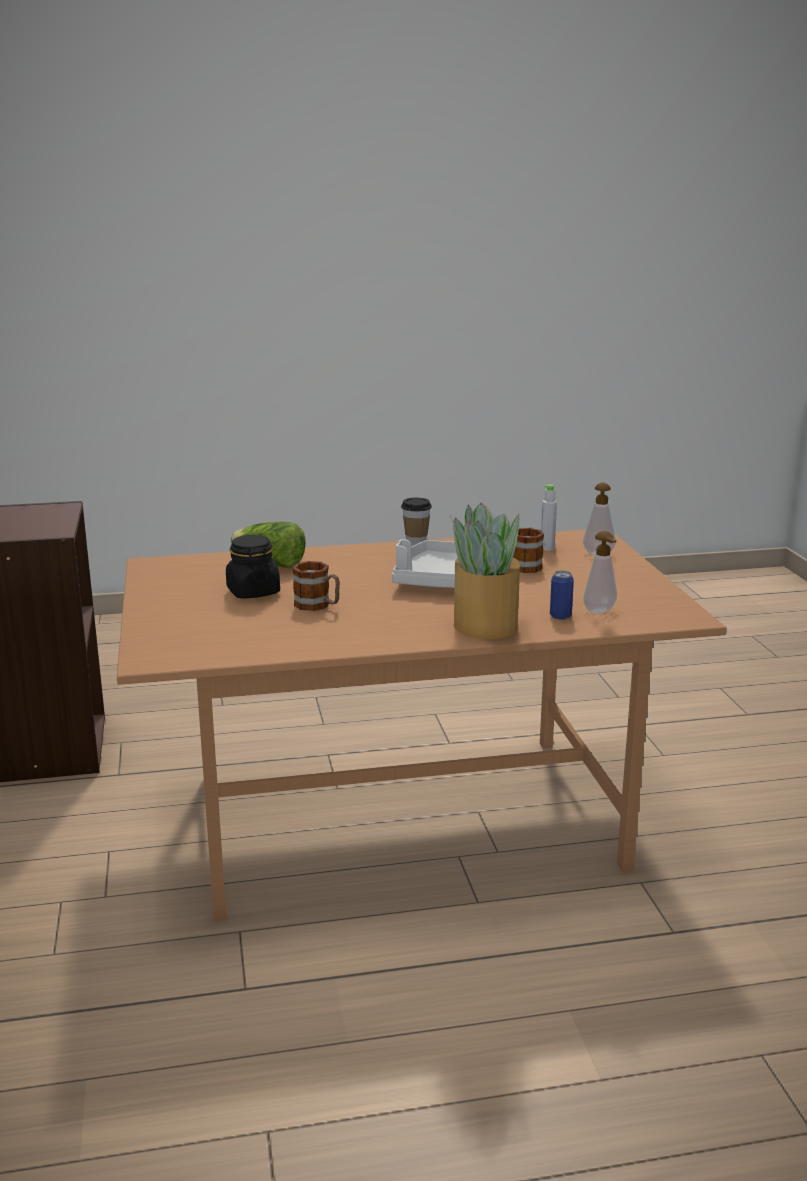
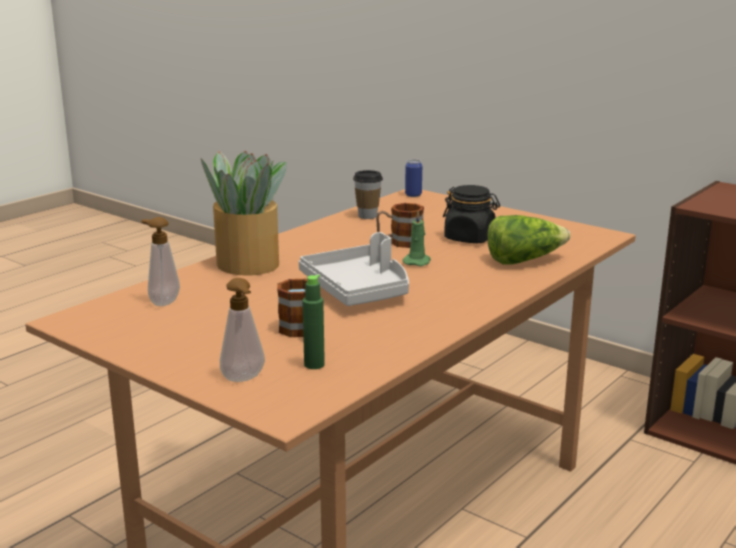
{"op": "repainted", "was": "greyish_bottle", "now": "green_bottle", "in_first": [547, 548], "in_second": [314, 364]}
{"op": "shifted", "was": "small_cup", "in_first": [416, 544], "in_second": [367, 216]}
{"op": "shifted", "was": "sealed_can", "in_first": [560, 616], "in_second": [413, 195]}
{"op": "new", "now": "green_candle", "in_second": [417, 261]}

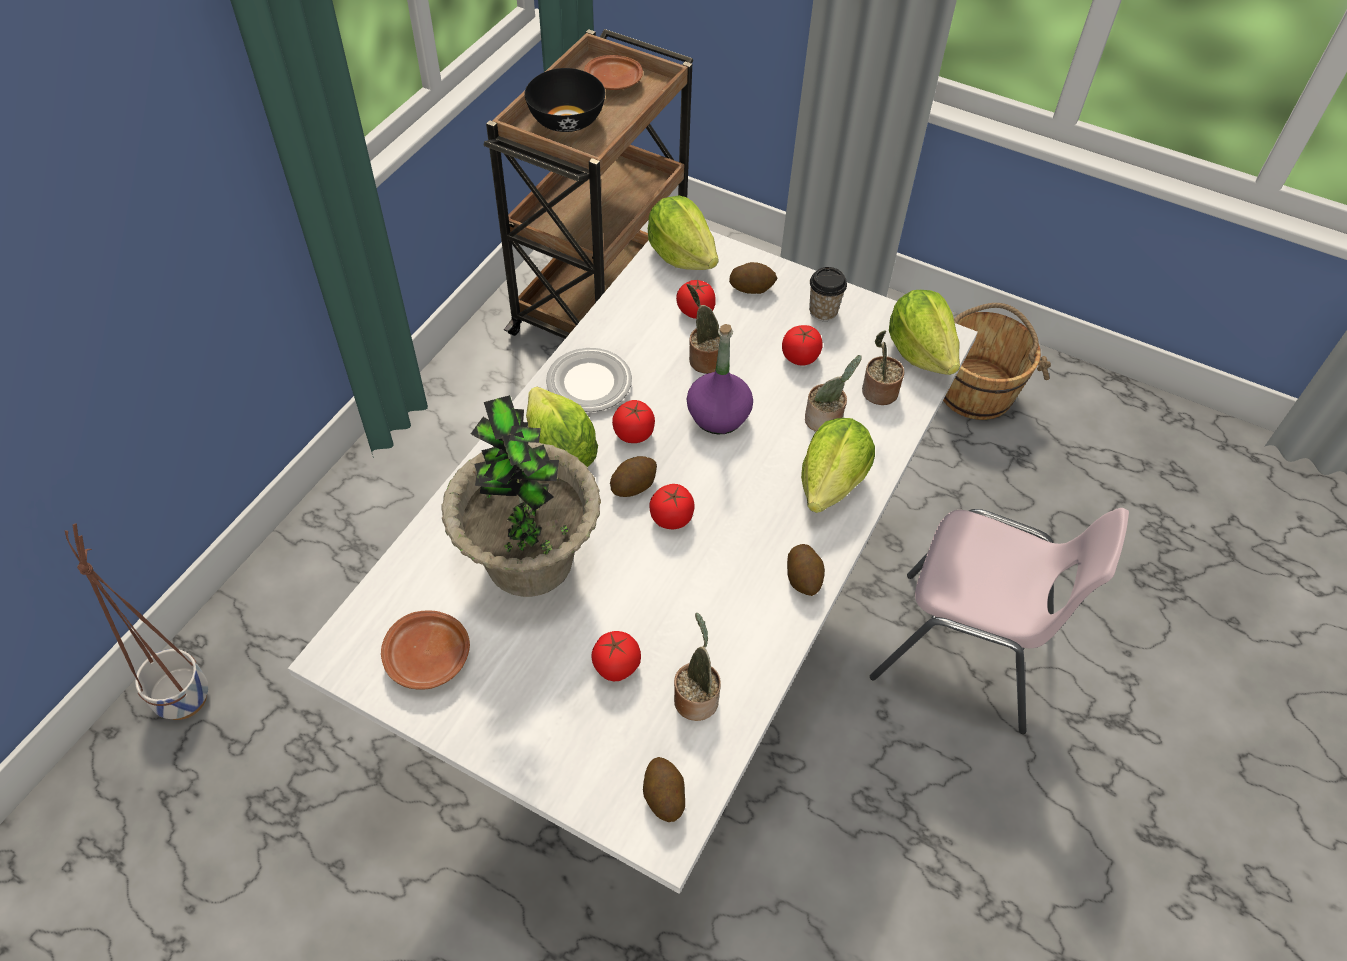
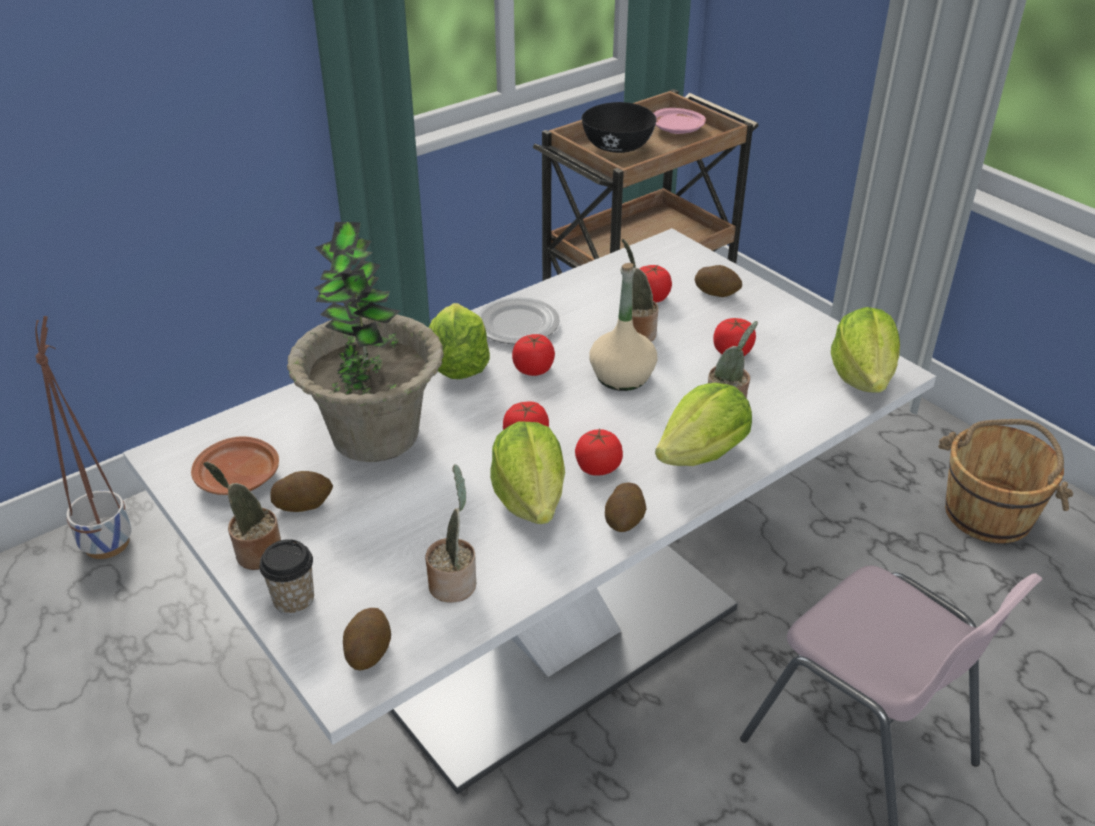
{"op": "repainted", "was": "brown-coloured_dinner_plate", "now": "pink-coloured_dinner_plate", "in_first": [614, 82], "in_second": [677, 130]}
{"op": "shifted", "was": "lettuce_head", "in_first": [681, 255], "in_second": [530, 498]}
{"op": "shifted", "was": "small_cup", "in_first": [823, 311], "in_second": [294, 600]}
{"op": "repainted", "was": "purple_bottle", "now": "beige_bottle", "in_first": [718, 416], "in_second": [621, 376]}
{"op": "shifted", "was": "houseplant", "in_first": [878, 393], "in_second": [255, 554]}
{"op": "shifted", "was": "potato", "in_first": [633, 485], "in_second": [303, 504]}
{"op": "shifted", "was": "tomato", "in_first": [616, 665], "in_second": [598, 468]}

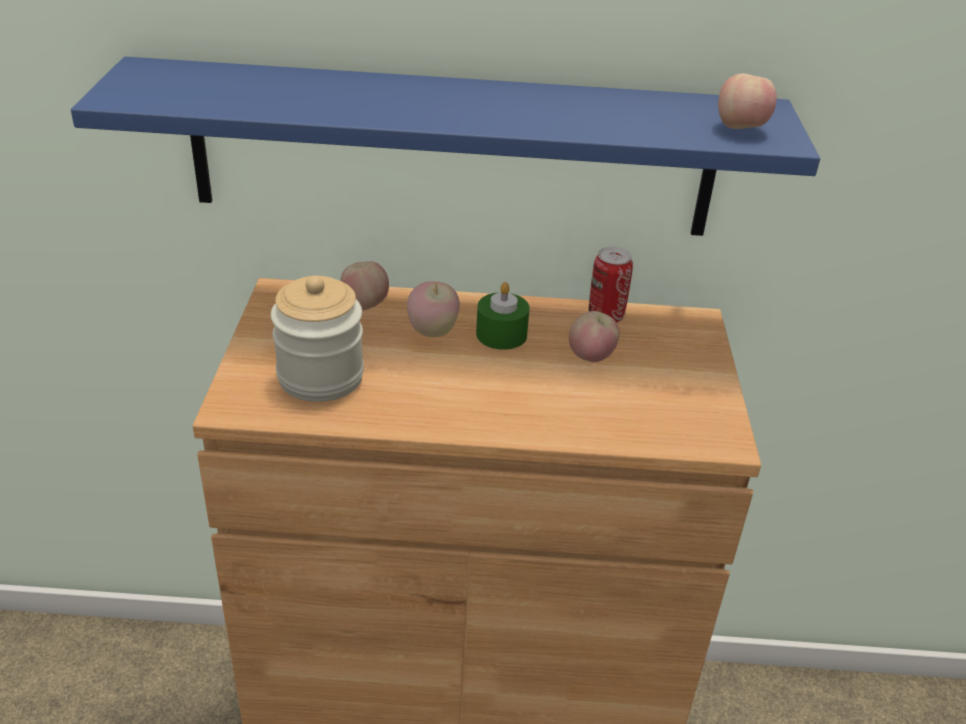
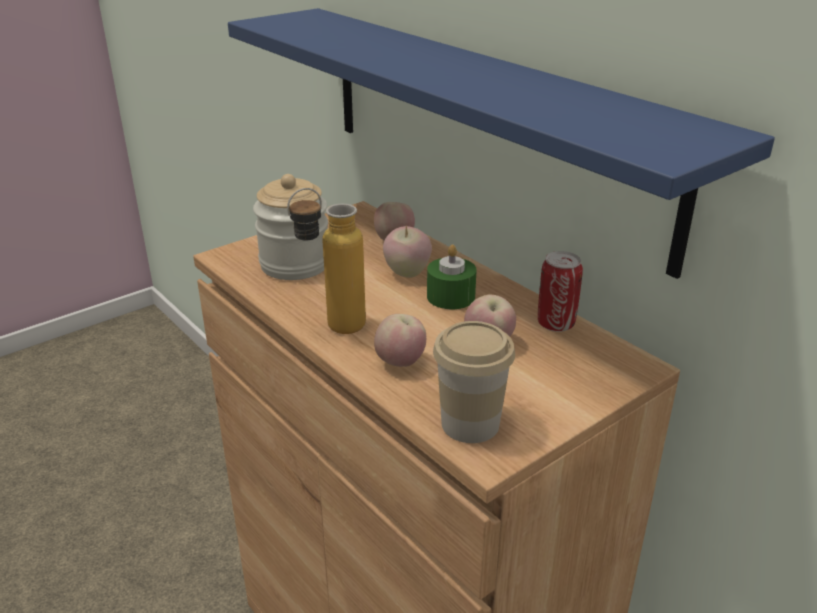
{"op": "shifted", "was": "whole_apple", "in_first": [740, 129], "in_second": [400, 363]}
{"op": "new", "now": "bottle", "in_second": [331, 329]}
{"op": "new", "now": "small_cup", "in_second": [470, 424]}

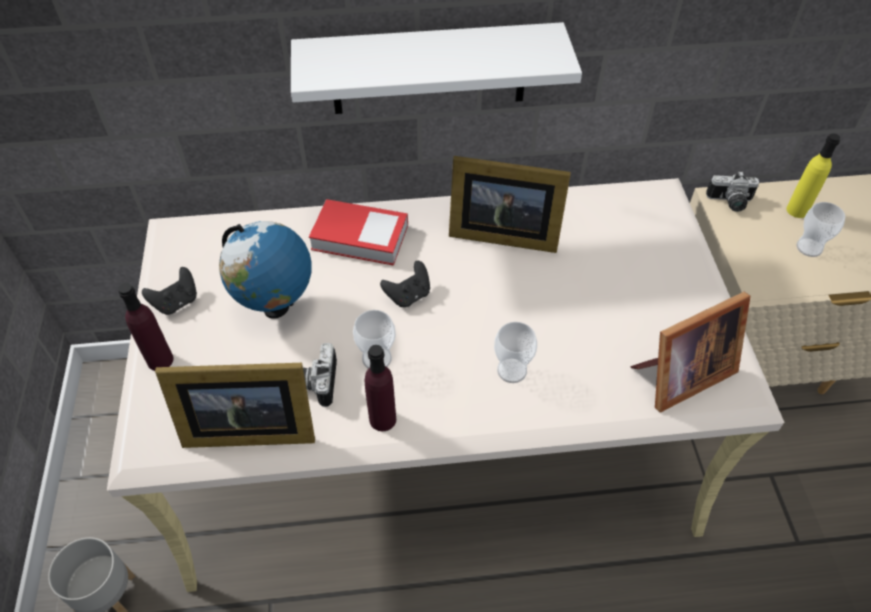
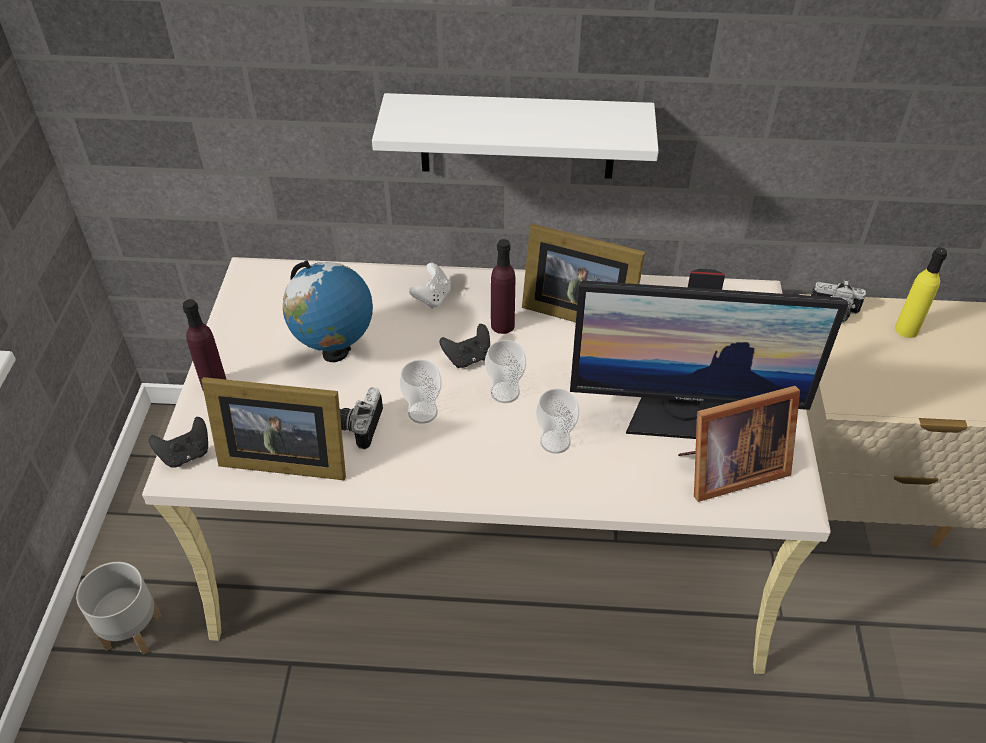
{"op": "swapped", "was": "volume", "now": "whitish_game_controller", "in_first": [360, 237], "in_second": [432, 298]}
{"op": "shifted", "was": "small_cup", "in_first": [809, 247], "in_second": [505, 392]}
{"op": "shifted", "was": "black-coloured_game_controller", "in_first": [176, 302], "in_second": [186, 454]}
{"op": "shifted", "was": "purple_bottle", "in_first": [382, 419], "in_second": [502, 325]}
{"op": "new", "now": "monitor", "in_second": [683, 415]}

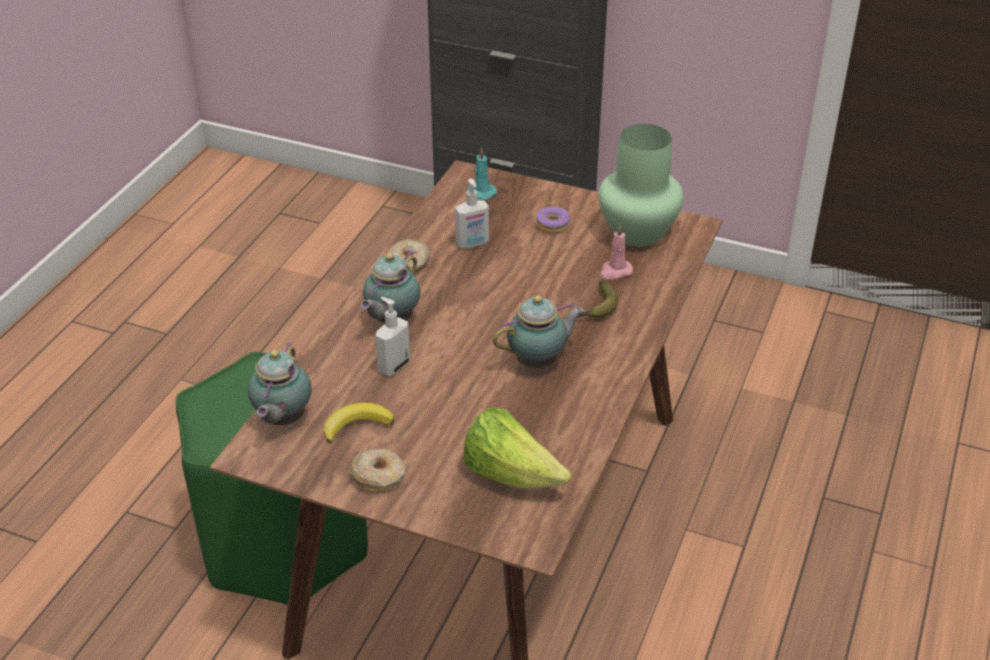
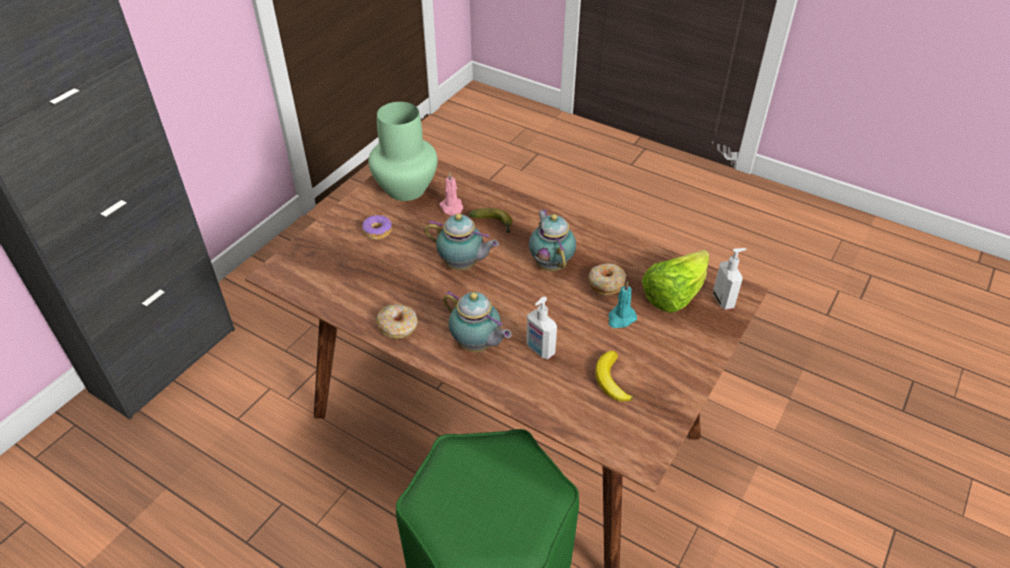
{"op": "shifted", "was": "turquoise_candle", "in_first": [480, 192], "in_second": [621, 318]}
{"op": "shifted", "was": "soap_dispenser", "in_first": [472, 244], "in_second": [724, 300]}
{"op": "shifted", "was": "pot_for_tea", "in_first": [282, 420], "in_second": [463, 266]}
{"op": "shifted", "was": "donut", "in_first": [379, 477], "in_second": [606, 283]}

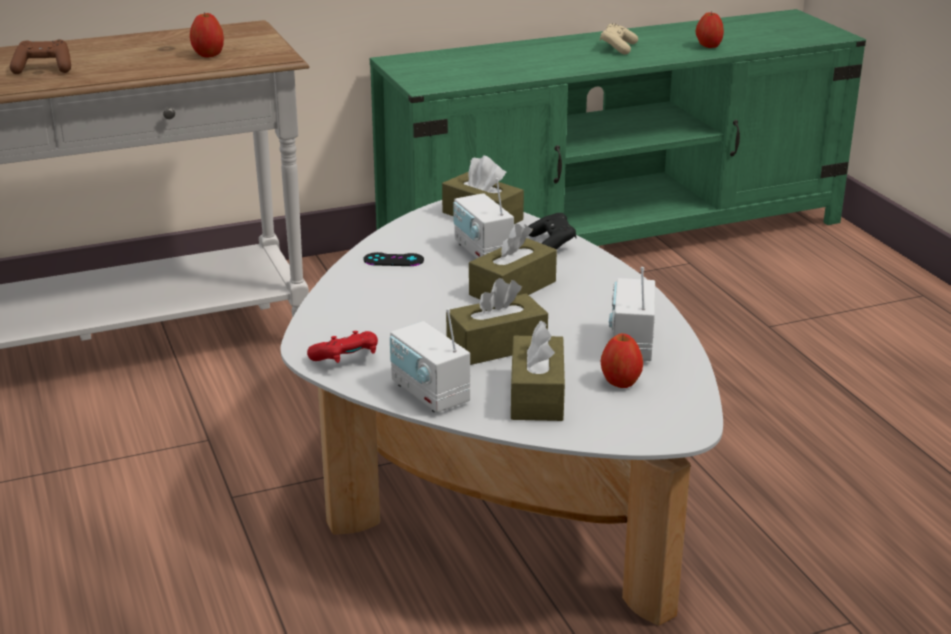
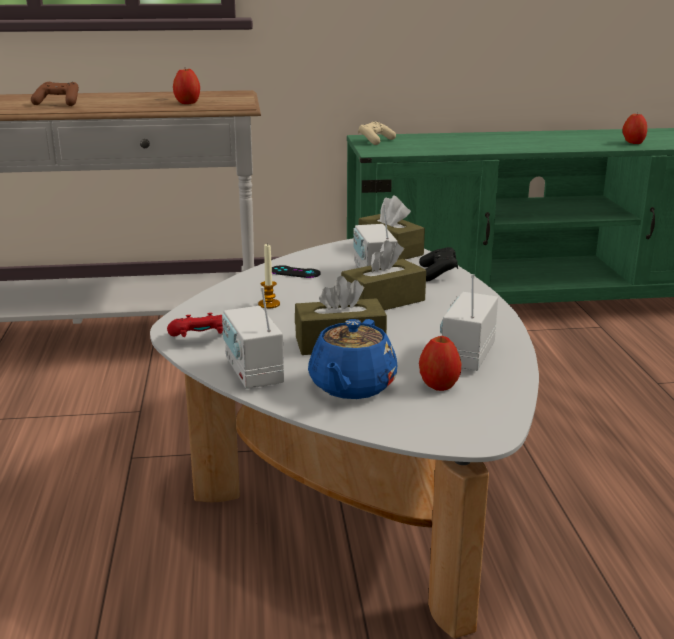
{"op": "shifted", "was": "beige_game_controller", "in_first": [618, 48], "in_second": [375, 141]}
{"op": "swapped", "was": "brown-coloured_tissue_box", "now": "blue_pot_for_tea", "in_first": [537, 395], "in_second": [351, 386]}
{"op": "new", "now": "candle", "in_second": [269, 304]}

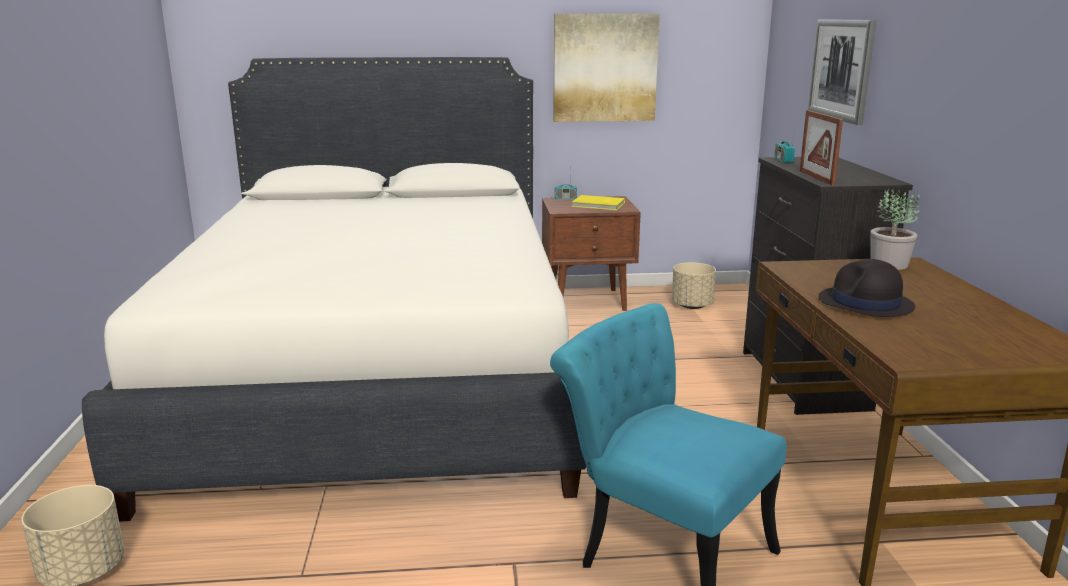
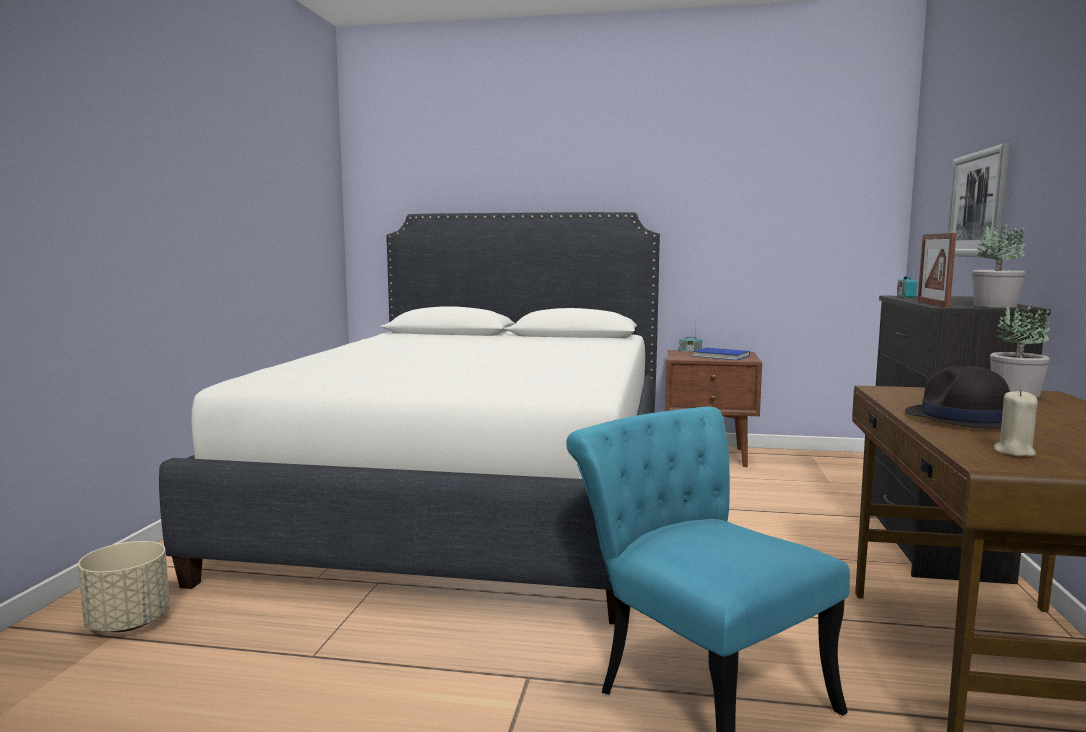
{"op": "gone", "was": "picture", "in_first": [604, 68]}
{"op": "repainted", "was": "yellowish_volume", "now": "blue_volume", "in_first": [598, 205], "in_second": [721, 356]}
{"op": "gone", "was": "beige_planter", "in_first": [691, 306]}
{"op": "new", "now": "houseplant", "in_second": [994, 306]}
{"op": "new", "now": "beige_candle", "in_second": [1014, 452]}

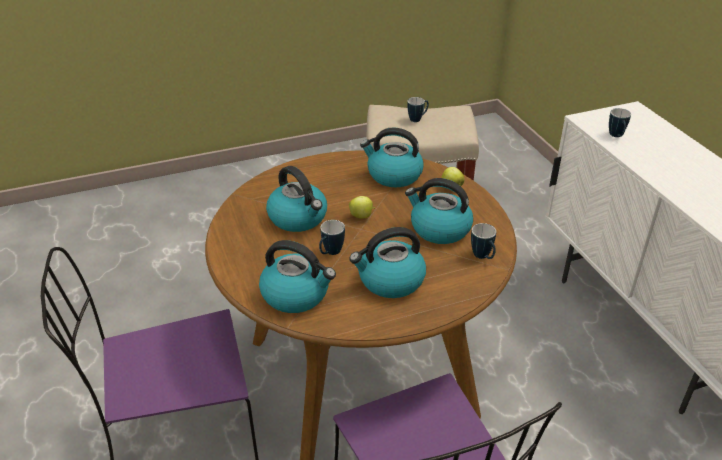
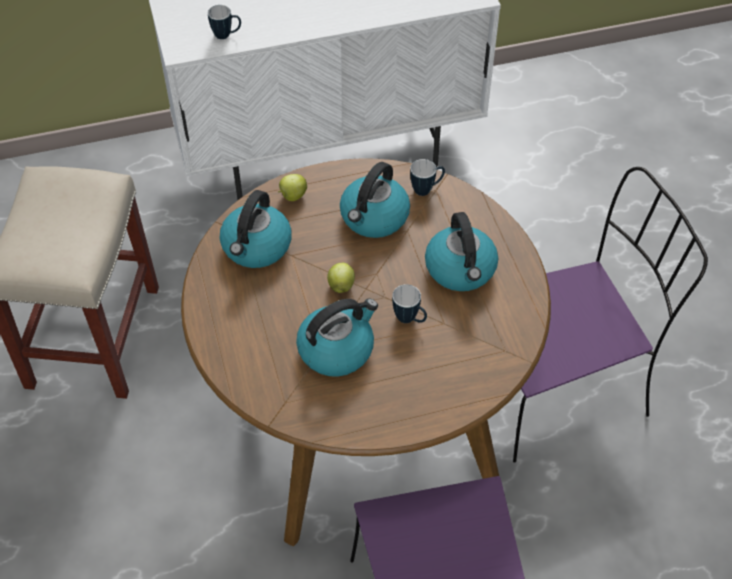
{"op": "gone", "was": "coffee_mug", "in_first": [418, 119]}
{"op": "gone", "was": "water_kettle", "in_first": [296, 294]}

